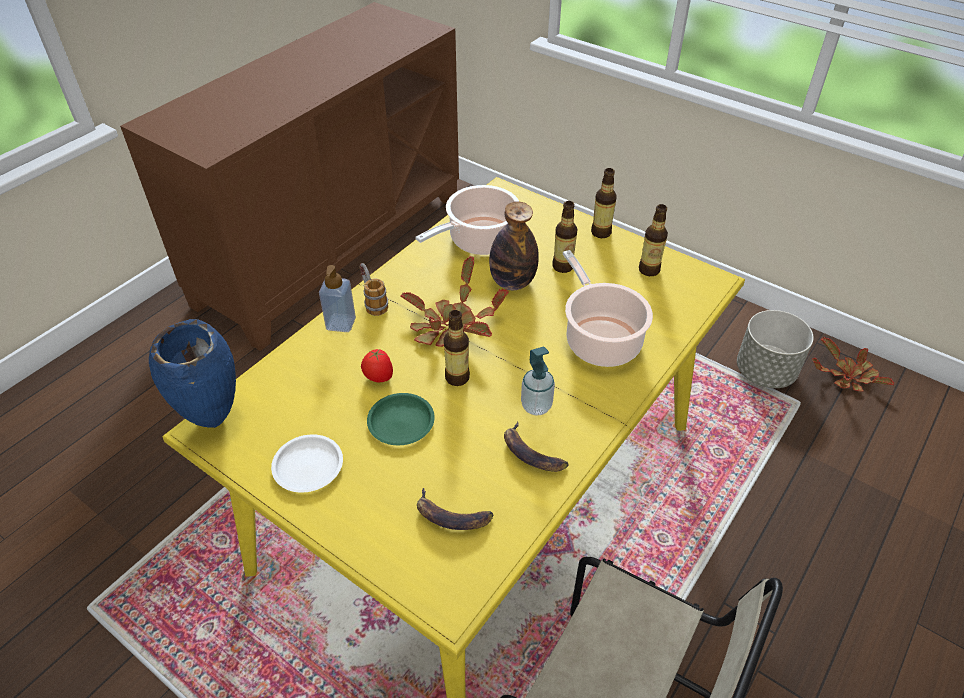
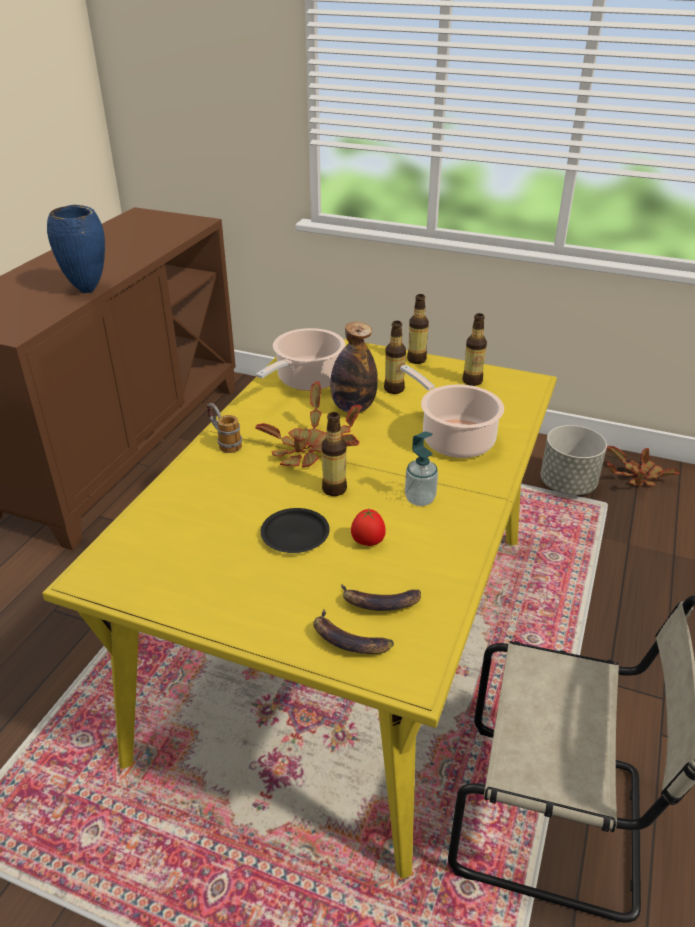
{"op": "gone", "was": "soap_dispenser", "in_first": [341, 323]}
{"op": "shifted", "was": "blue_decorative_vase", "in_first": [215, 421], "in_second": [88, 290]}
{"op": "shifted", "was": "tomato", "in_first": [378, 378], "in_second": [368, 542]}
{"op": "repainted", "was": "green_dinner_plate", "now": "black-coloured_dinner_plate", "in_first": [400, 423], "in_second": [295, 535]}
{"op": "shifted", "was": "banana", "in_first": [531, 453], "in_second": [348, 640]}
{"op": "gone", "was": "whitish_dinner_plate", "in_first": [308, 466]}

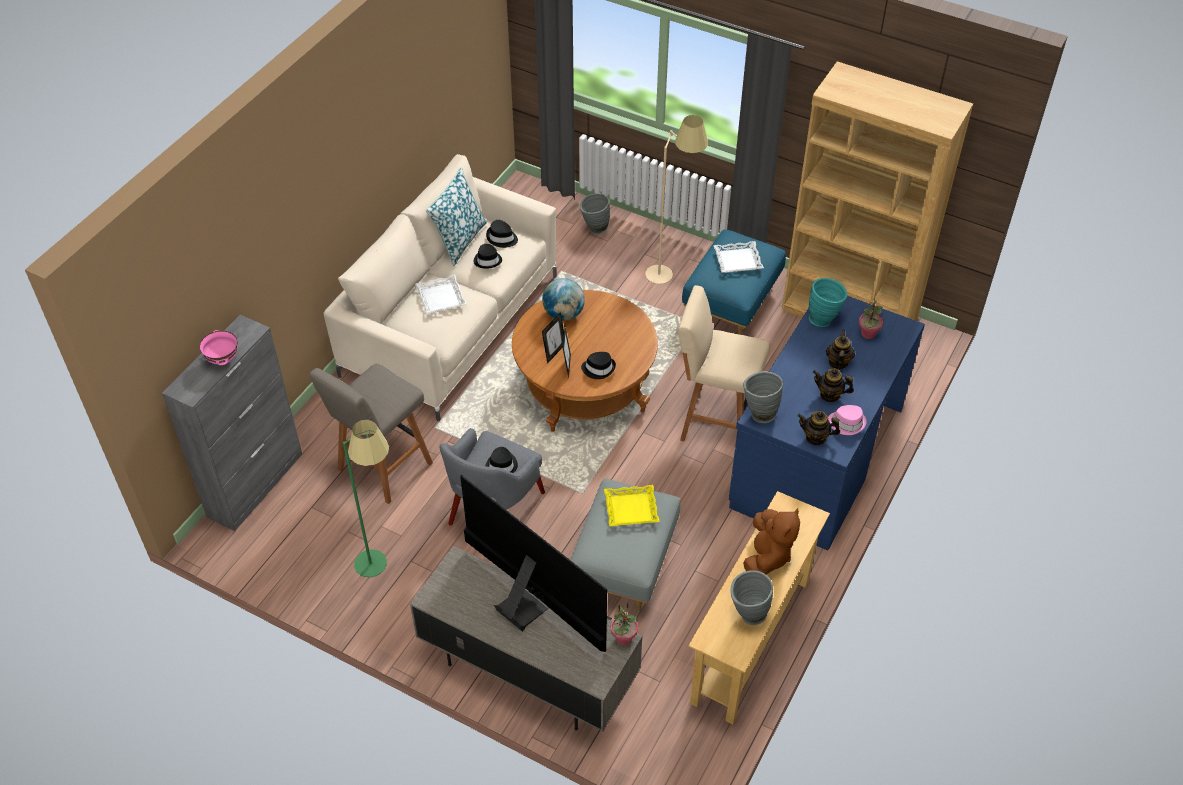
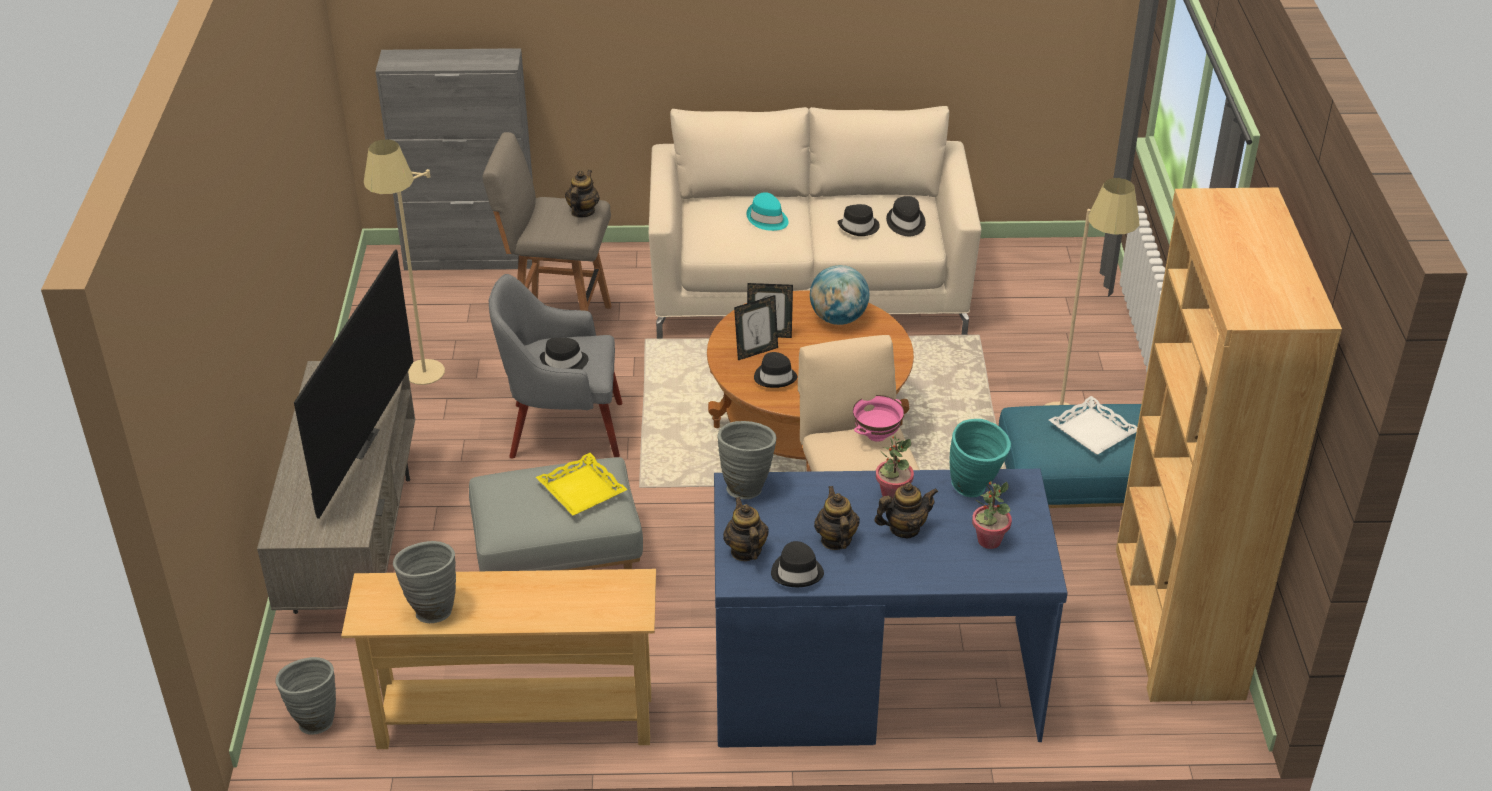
{"op": "gone", "was": "throw_pillow", "in_first": [459, 240]}
{"op": "shifted", "was": "greyish_decorative_vase", "in_first": [594, 229], "in_second": [313, 719]}
{"op": "swapped", "was": "whitish_carrying_tray", "now": "turquoise_clothing_hat", "in_first": [441, 298], "in_second": [767, 219]}
{"op": "shifted", "was": "pink-coloured_deep_dish", "in_first": [222, 359], "in_second": [876, 435]}
{"op": "repainted", "was": "pink-coloured_clothing_hat", "now": "black-coloured_clothing_hat", "in_first": [847, 423], "in_second": [797, 572]}
{"op": "repainted", "was": "green_floor_lamp", "now": "beige_floor_lamp", "in_first": [383, 569], "in_second": [423, 383]}
{"op": "gone", "was": "brown-coloured_plush_toy", "in_first": [767, 556]}
{"op": "shifted", "was": "houseplant", "in_first": [623, 638], "in_second": [892, 494]}
{"op": "new", "now": "pot_for_tea", "in_second": [582, 212]}

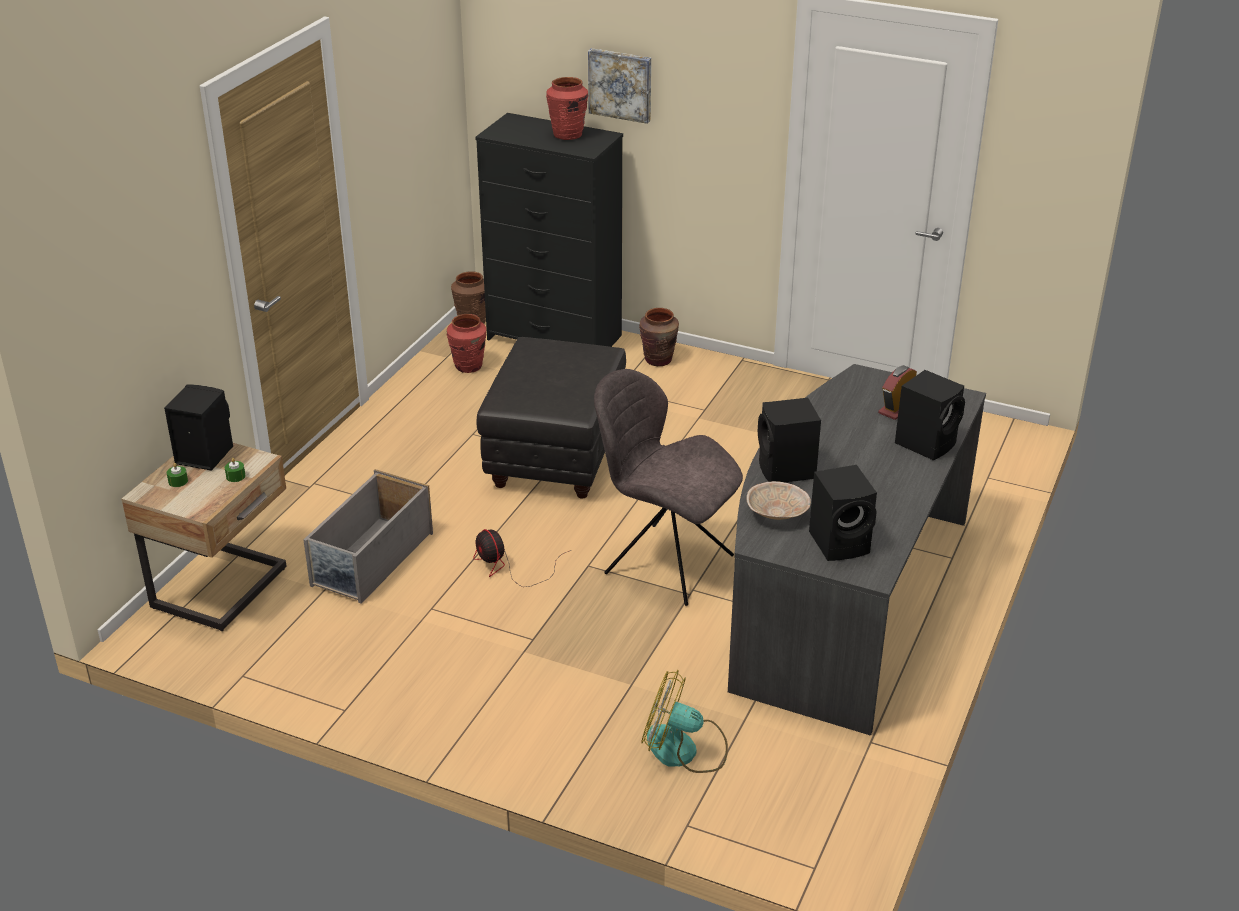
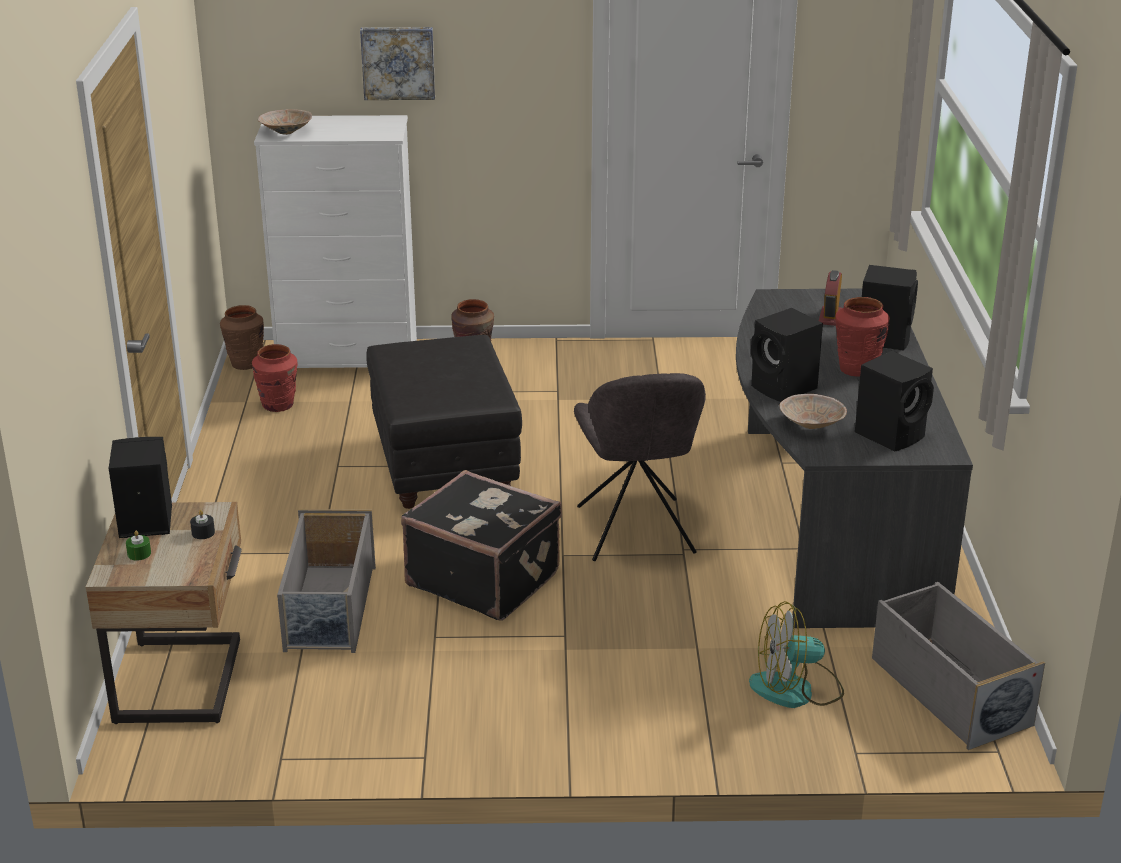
{"op": "shifted", "was": "red-coloured_decorative_vase", "in_first": [567, 135], "in_second": [857, 369]}
{"op": "repainted", "was": "black-coloured_drawer_chest", "now": "whitish_drawer_chest", "in_first": [555, 338], "in_second": [349, 359]}
{"op": "rotated", "was": "greyish_plain_chair", "in_first": [665, 562], "in_second": [636, 533], "clockwise": -105}
{"op": "repainted", "was": "green_candle", "now": "black-coloured_candle", "in_first": [235, 476], "in_second": [203, 533]}
{"op": "swapped", "was": "electric_fan", "now": "black-coloured_piece_of_luggage", "in_first": [509, 568], "in_second": [484, 578]}
{"op": "new", "now": "beige_deep_dish", "in_second": [286, 132]}
{"op": "new", "now": "greyish_storage_bin", "in_second": [948, 691]}

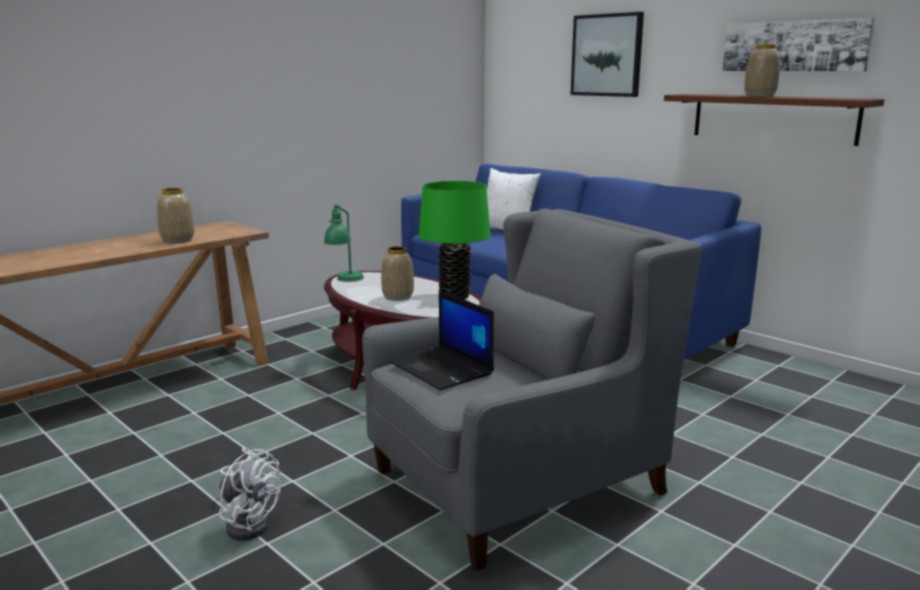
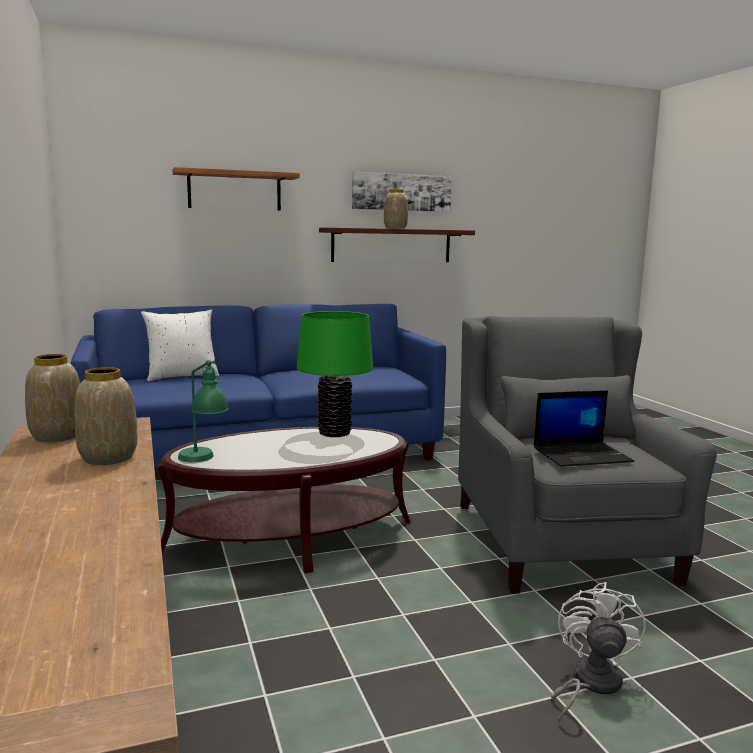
{"op": "swapped", "was": "picture", "now": "shelf", "in_first": [607, 55], "in_second": [234, 191]}
{"op": "shifted", "was": "decorative_vase", "in_first": [397, 297], "in_second": [56, 436]}
{"op": "rotated", "was": "whitish_electric_fan", "in_first": [248, 523], "in_second": [590, 683], "clockwise": -45}

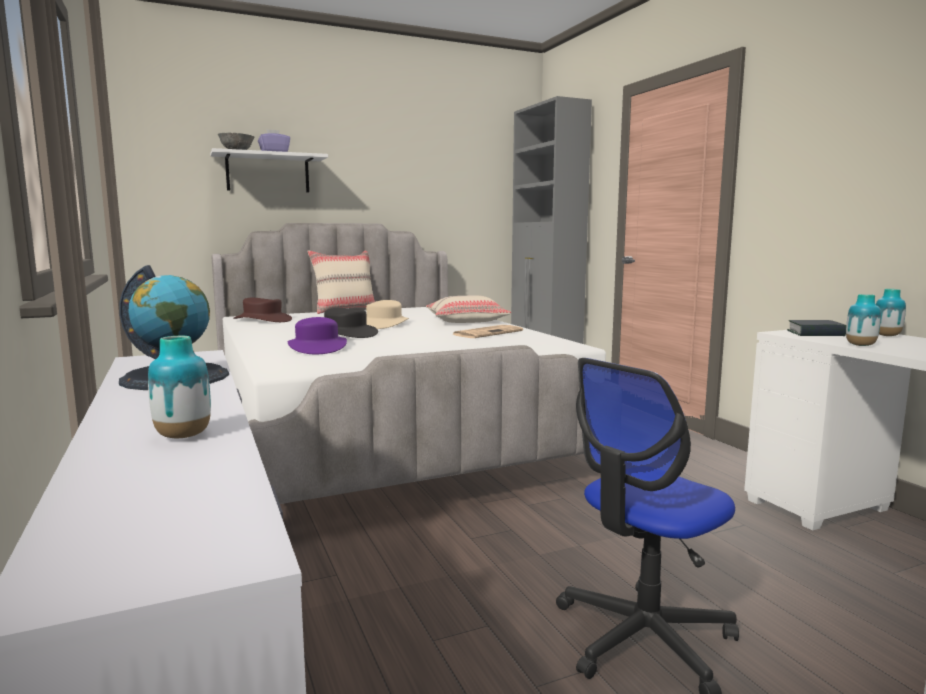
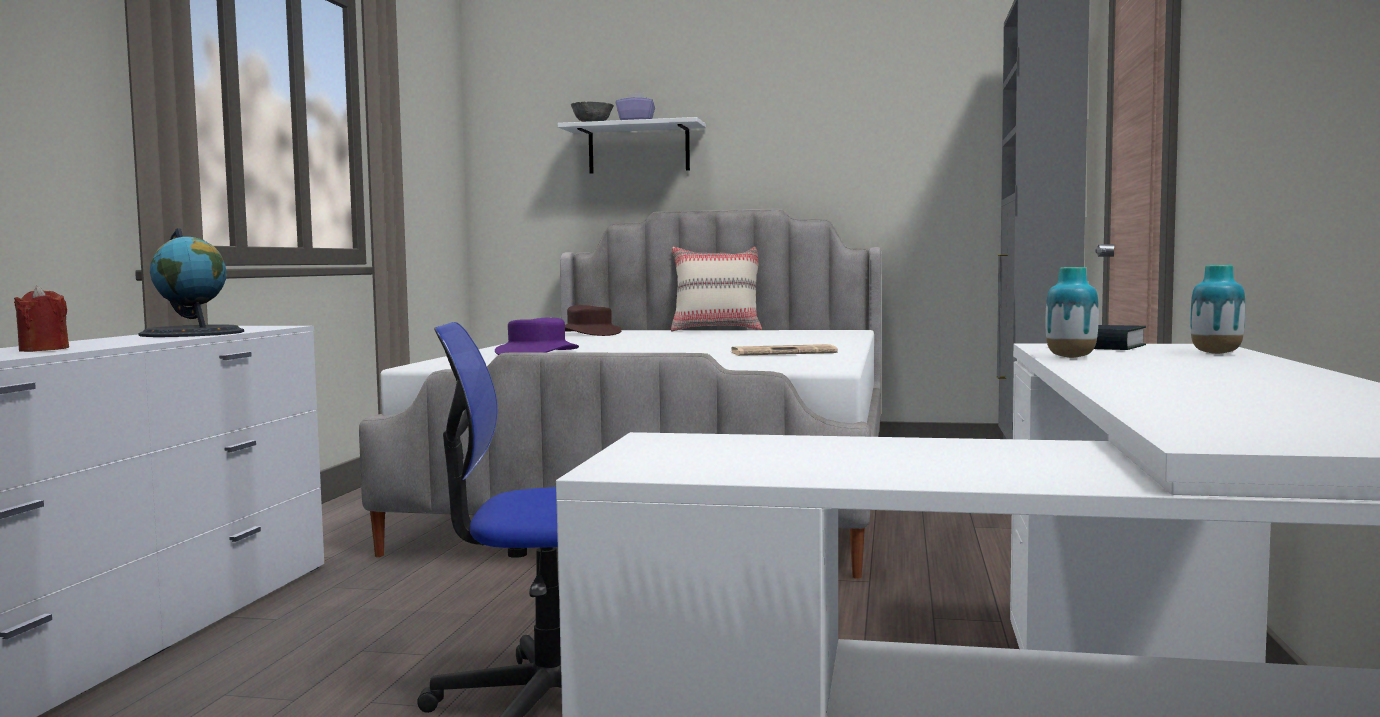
{"op": "gone", "was": "beige_throw_pillow", "in_first": [467, 321]}
{"op": "gone", "was": "beige_clothing_hat", "in_first": [384, 324]}
{"op": "gone", "was": "black-coloured_clothing_hat", "in_first": [346, 334]}
{"op": "swapped", "was": "decorative_vase", "now": "red-coloured_candle", "in_first": [183, 436], "in_second": [44, 350]}

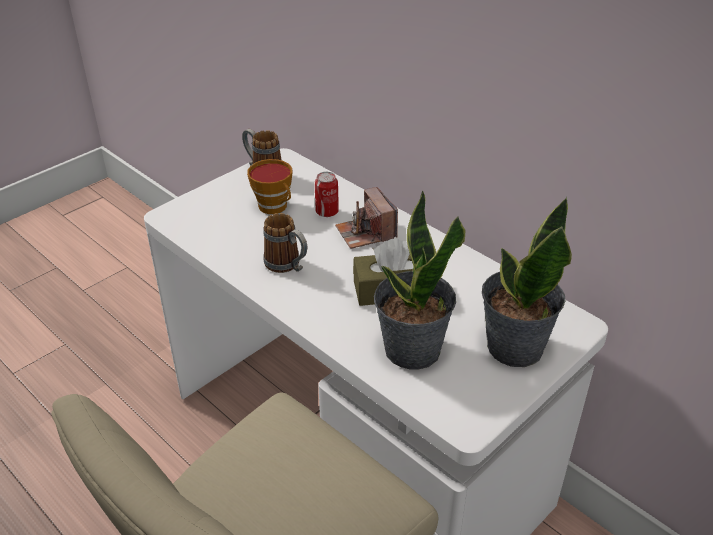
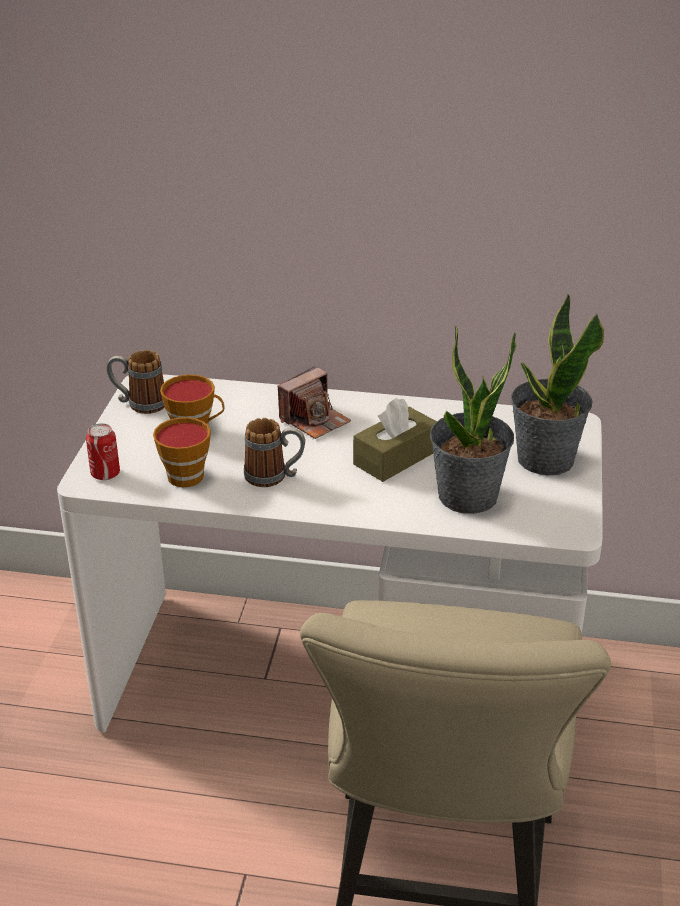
{"op": "shifted", "was": "sealed_can", "in_first": [327, 212], "in_second": [105, 474]}
{"op": "rotated", "was": "photo_camera", "in_first": [365, 233], "in_second": [314, 420], "clockwise": -75}
{"op": "new", "now": "small_cup", "in_second": [184, 474]}

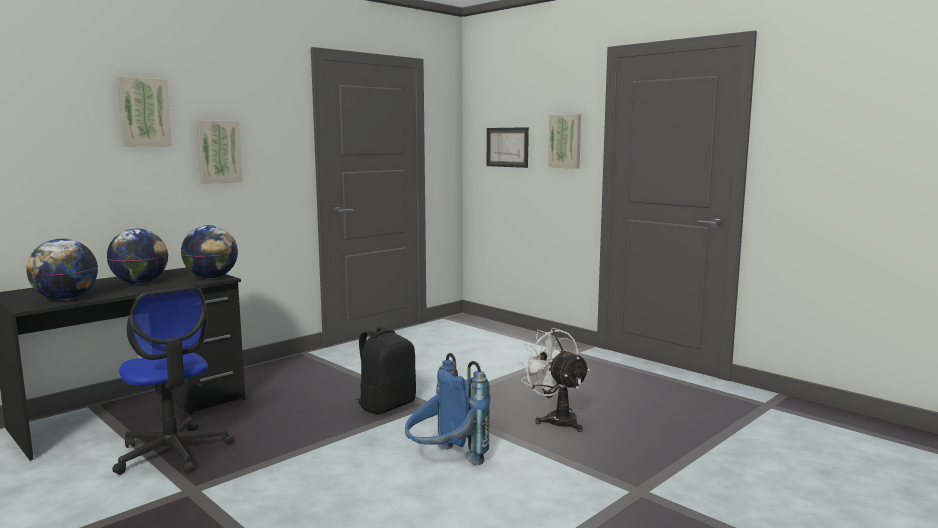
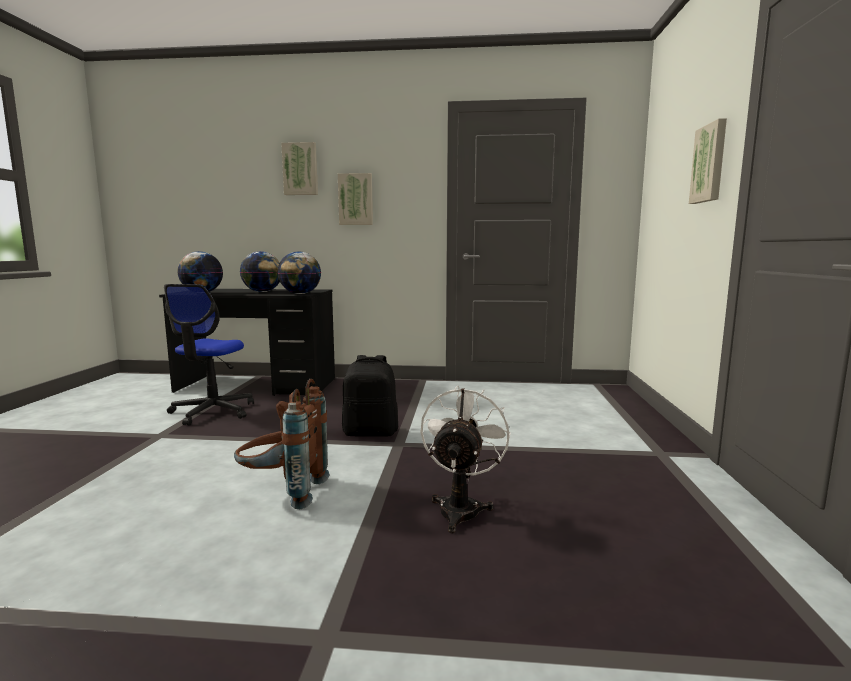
{"op": "gone", "was": "picture", "in_first": [507, 147]}
{"op": "repainted", "was": "blue_backpack", "now": "brown-coloured_backpack", "in_first": [444, 463], "in_second": [283, 492]}

